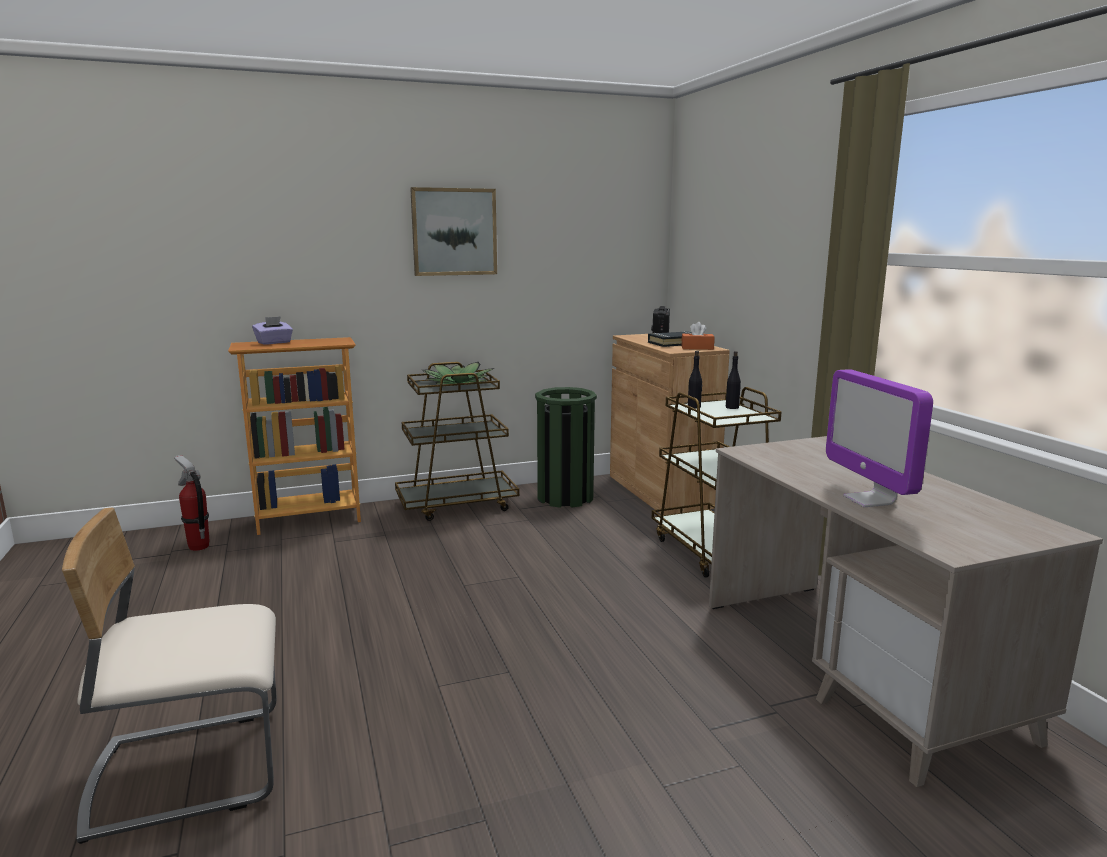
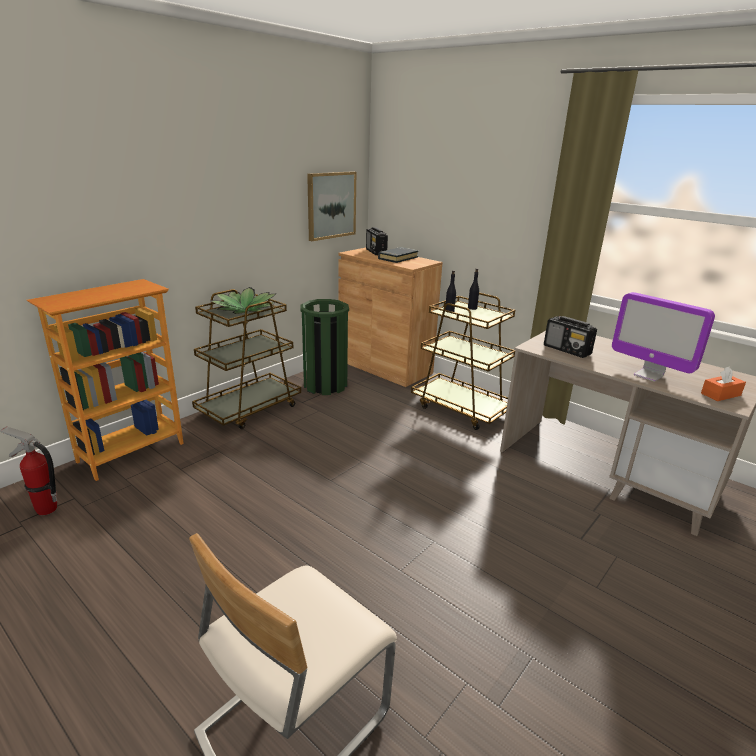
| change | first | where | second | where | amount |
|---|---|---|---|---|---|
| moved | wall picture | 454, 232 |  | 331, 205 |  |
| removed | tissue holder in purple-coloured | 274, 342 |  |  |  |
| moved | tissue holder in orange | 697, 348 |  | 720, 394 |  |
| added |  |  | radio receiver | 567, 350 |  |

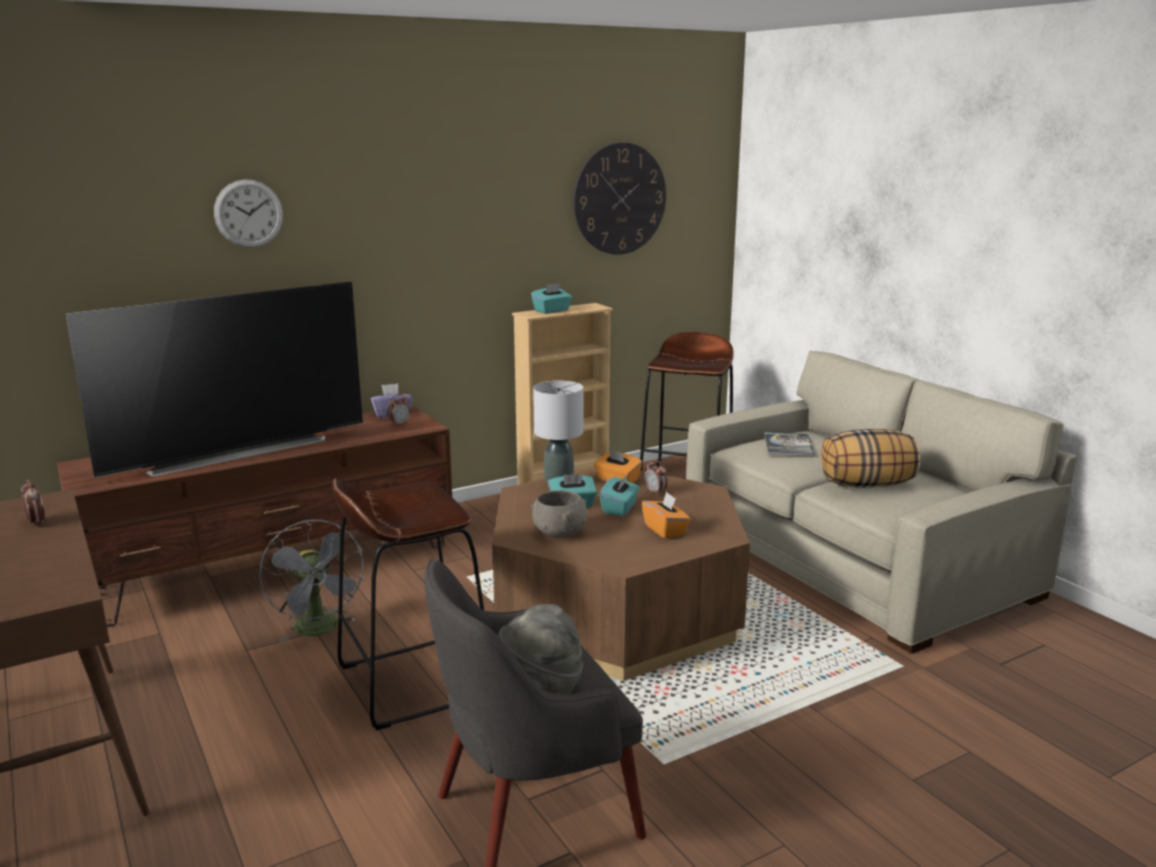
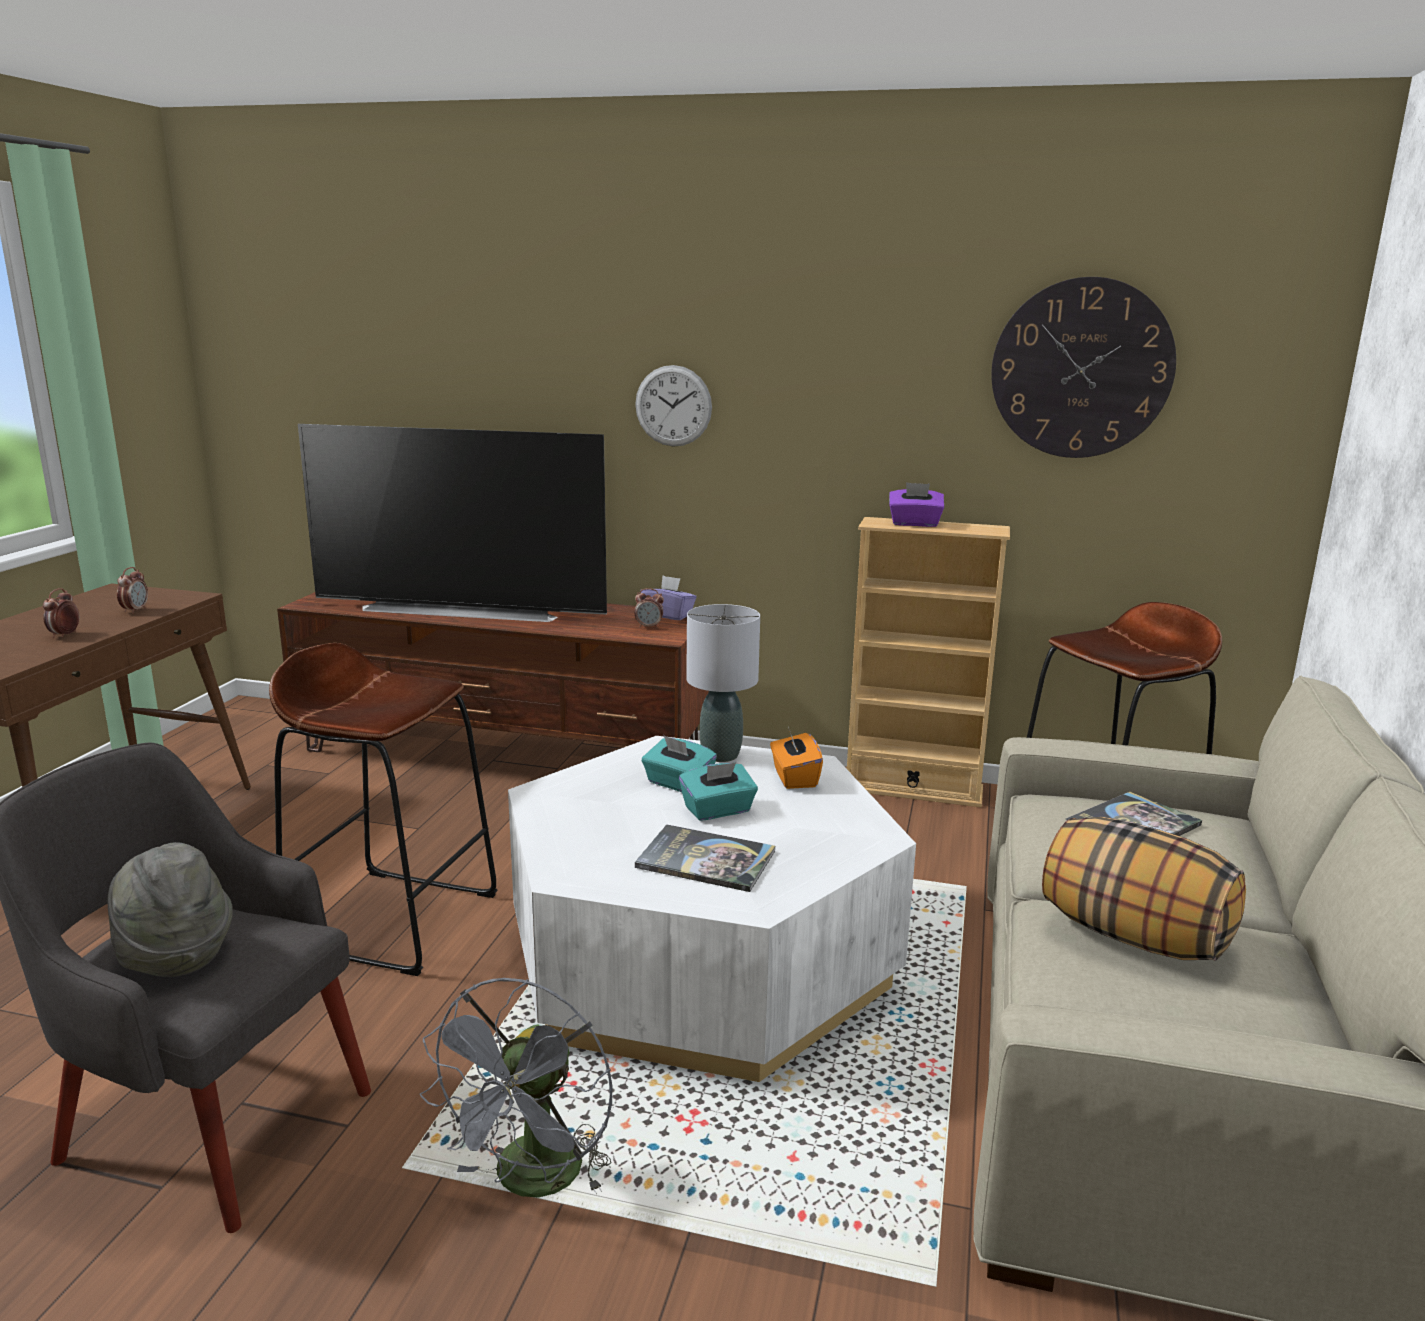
| change | first | where | second | where | amount |
|---|---|---|---|---|---|
| moved | wall clock | 248, 213 |  | 673, 406 |  |
| recoloured | tissue holder in turquoise | 552, 311 | tissue holder in purple-coloured | 914, 524 |  |
| moved | alarm clock | 655, 492 |  | 64, 635 |  |
| recoloured | lounge table in brownish | 616, 610 | lounge table in whitish | 701, 958 |  |
| removed | bowl in grey | 560, 532 |  |  |  |
| replaced | tissue holder in orange | 665, 530 | bound book | 706, 860 |  |
| moved | cooling fan in grey | 320, 630 |  | 533, 1182 |  |

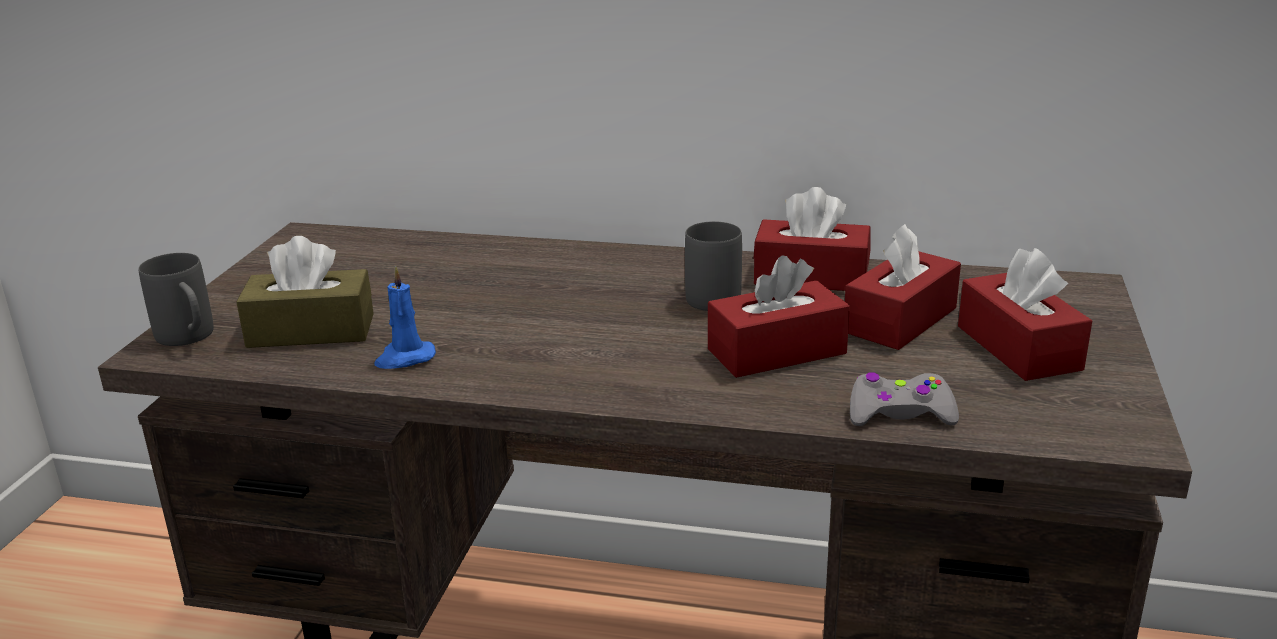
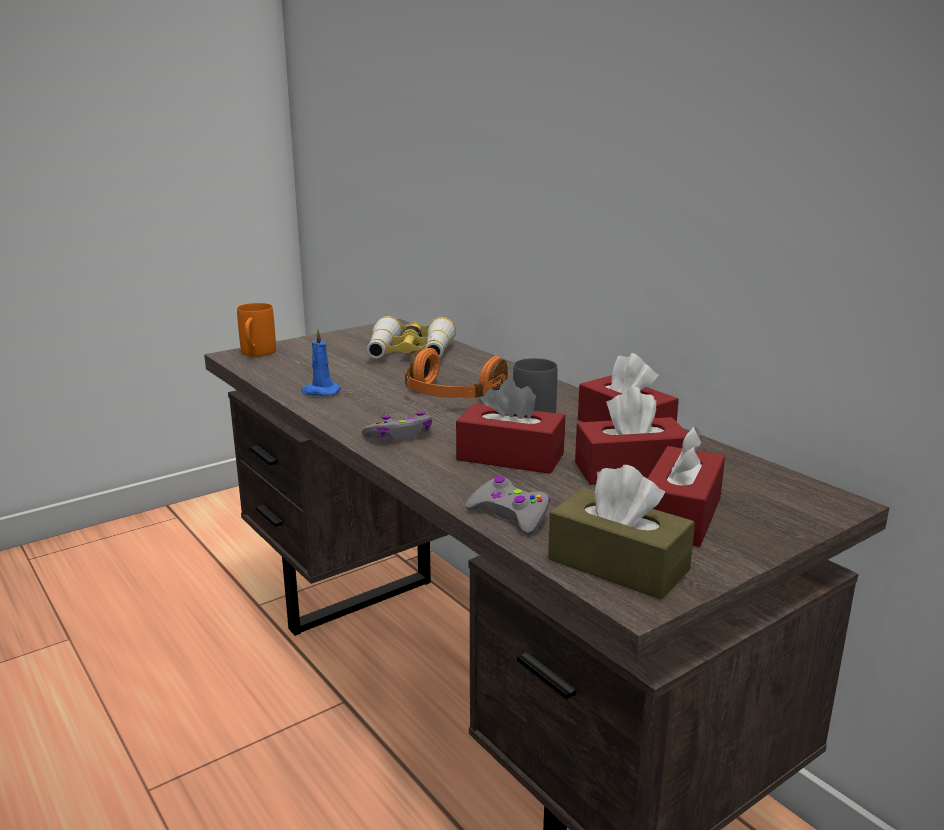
| change | first | where | second | where | amount |
|---|---|---|---|---|---|
| moved | tissue holder in brownish | 311, 331 |  | 618, 565 |  |
| recoloured | tea mug in grey | 189, 338 | tea mug in orange | 256, 354 |  |
| added |  |  | binoculars | 410, 353 |  |
| added |  |  | pair of headphones in orange | 452, 397 |  |
| added |  |  | joypad in grey | 400, 436 |  |

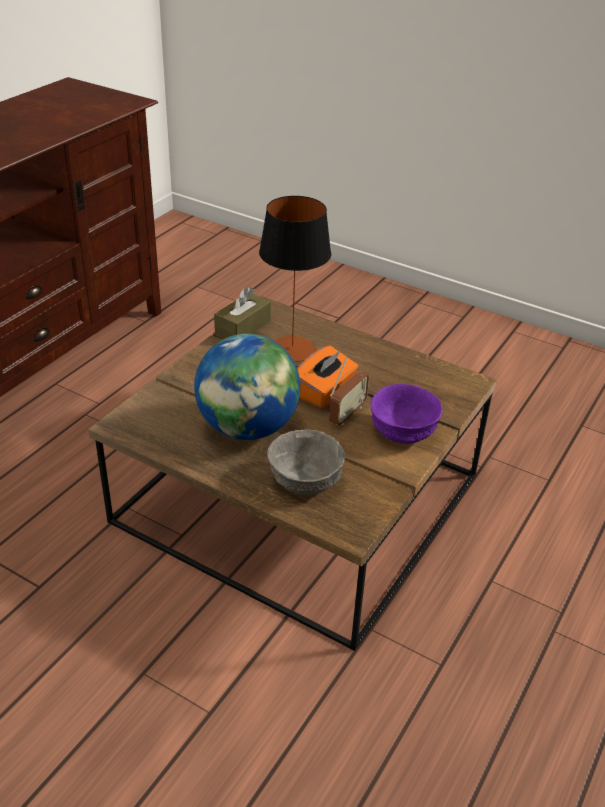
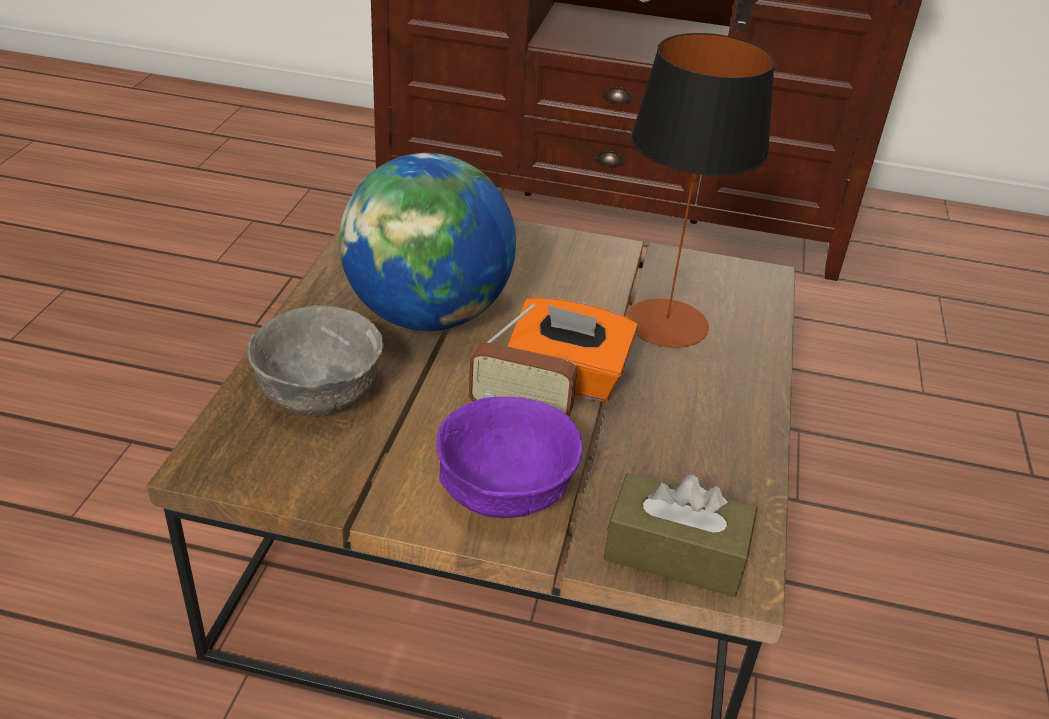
| change | first | where | second | where | amount |
|---|---|---|---|---|---|
| moved | tissue holder in brownish | 243, 327 |  | 675, 553 |  |

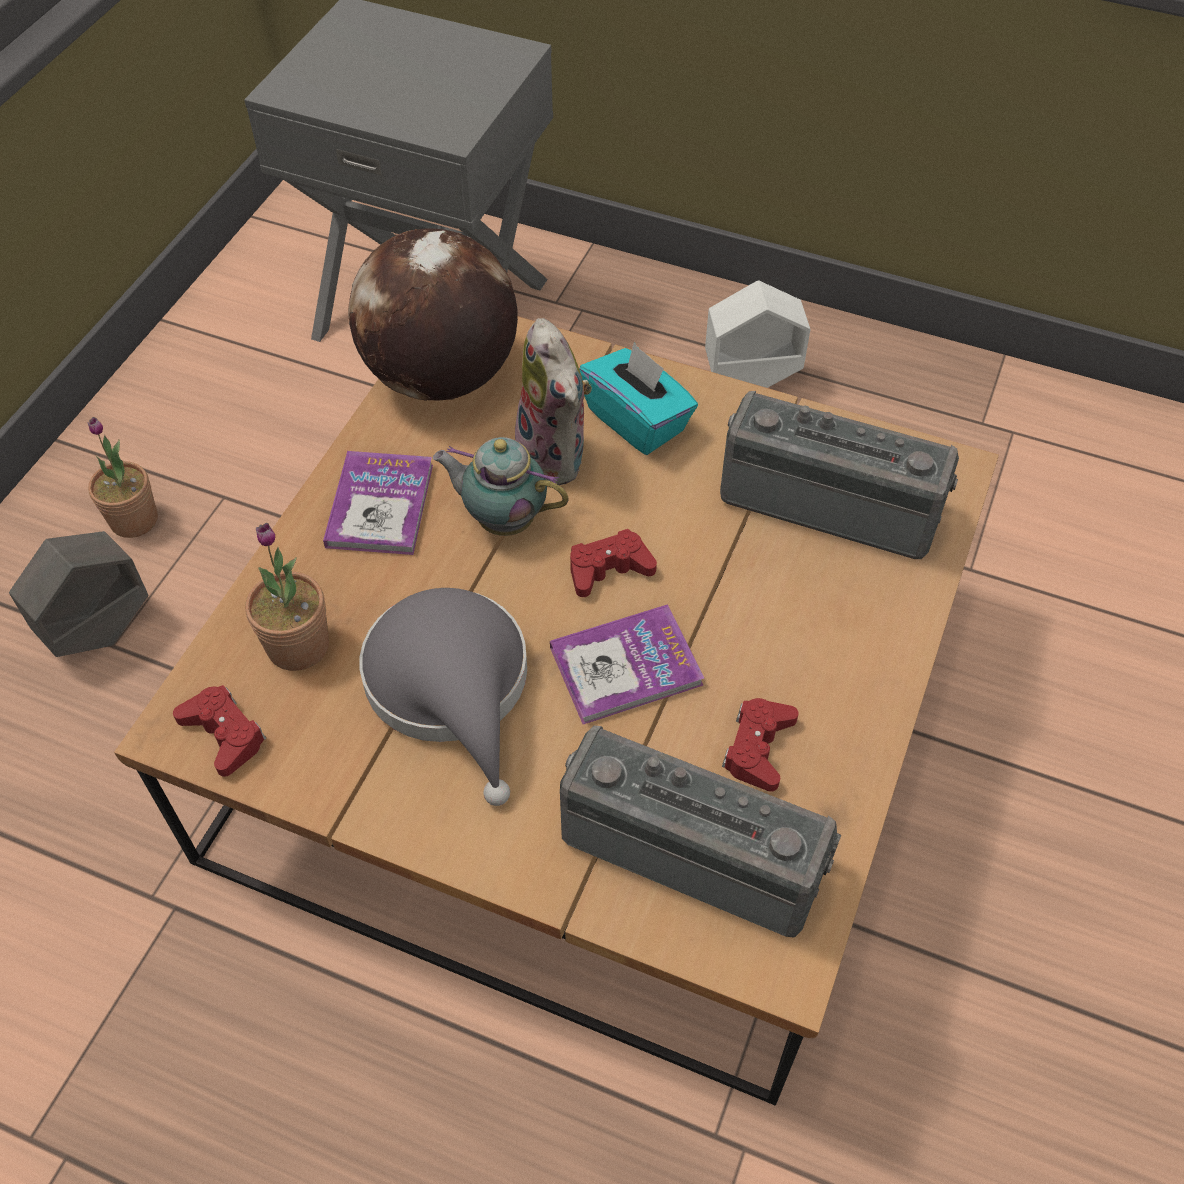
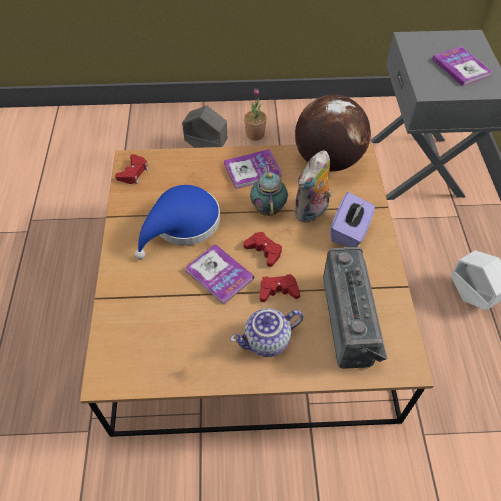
| change | first | where | second | where | amount |
|---|---|---|---|---|---|
| recoloured | tissue holder in turquoise | 637, 420 | tissue holder in purple-coloured | 350, 231 |  |
| removed | potted plant | 298, 645 |  |  |  |
| recoloured | wearable hat in grey | 452, 687 | wearable hat in blue-coloured | 182, 224 |  |
| moved | joypad in red | 758, 748 |  | 278, 291 |  |
| removed | radio receiver | 695, 847 |  |  |  |
| added |  |  | bound book | 461, 67 |  |
| added |  |  | tea pot | 267, 342 |  |

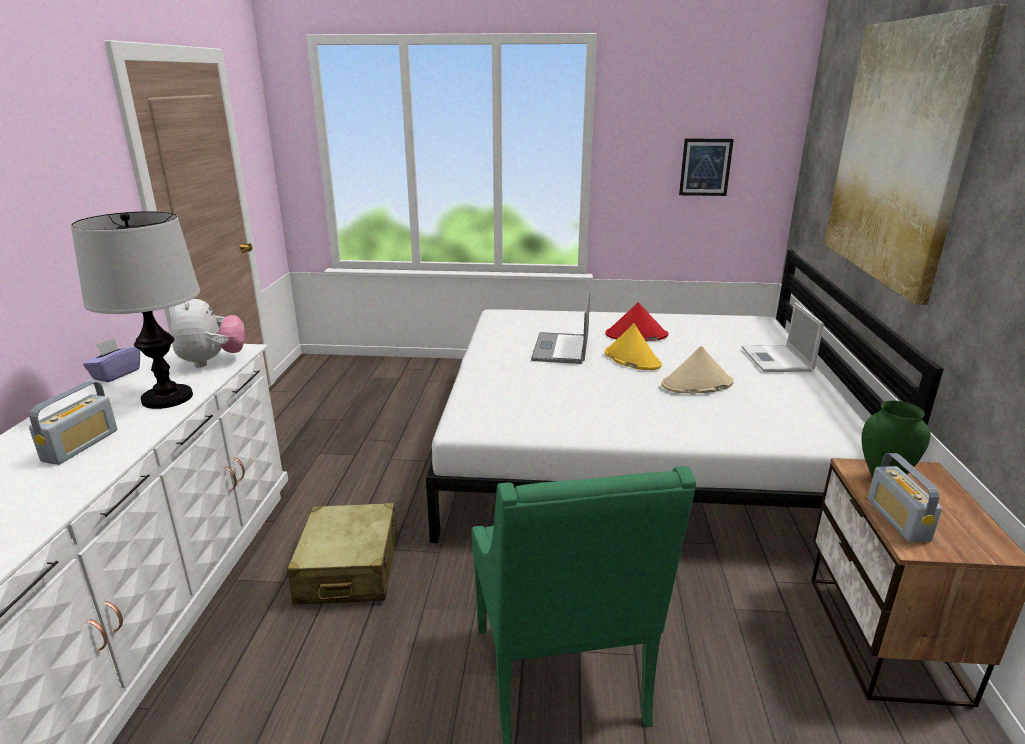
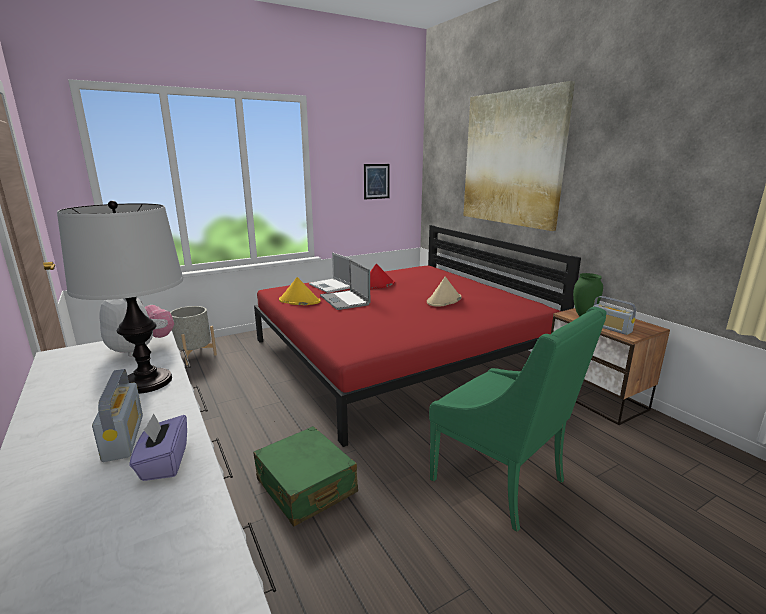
| change | first | where | second | where | amount |
|---|---|---|---|---|---|
| recoloured | bed in whitish | 635, 447 | bed in red | 400, 353 |  |
| moved | laptop | 777, 360 |  | 331, 286 |  |
| moved | wearable hat in yellow | 632, 359 |  | 299, 301 |  |
| moved | tissue holder in purple-coloured | 116, 374 |  | 164, 463 |  |
| recoloured | travel case in beige | 348, 569 | travel case in green-coloured | 306, 486 |  |
| added |  |  | plant pot in grey | 194, 355 |  |

